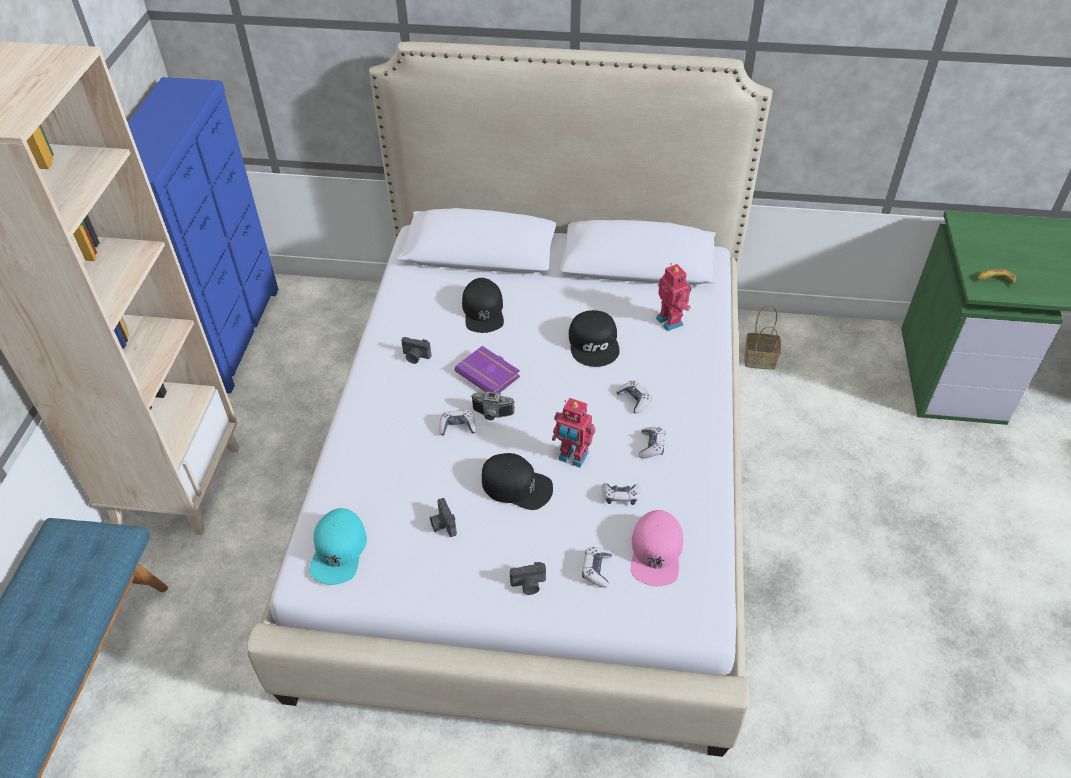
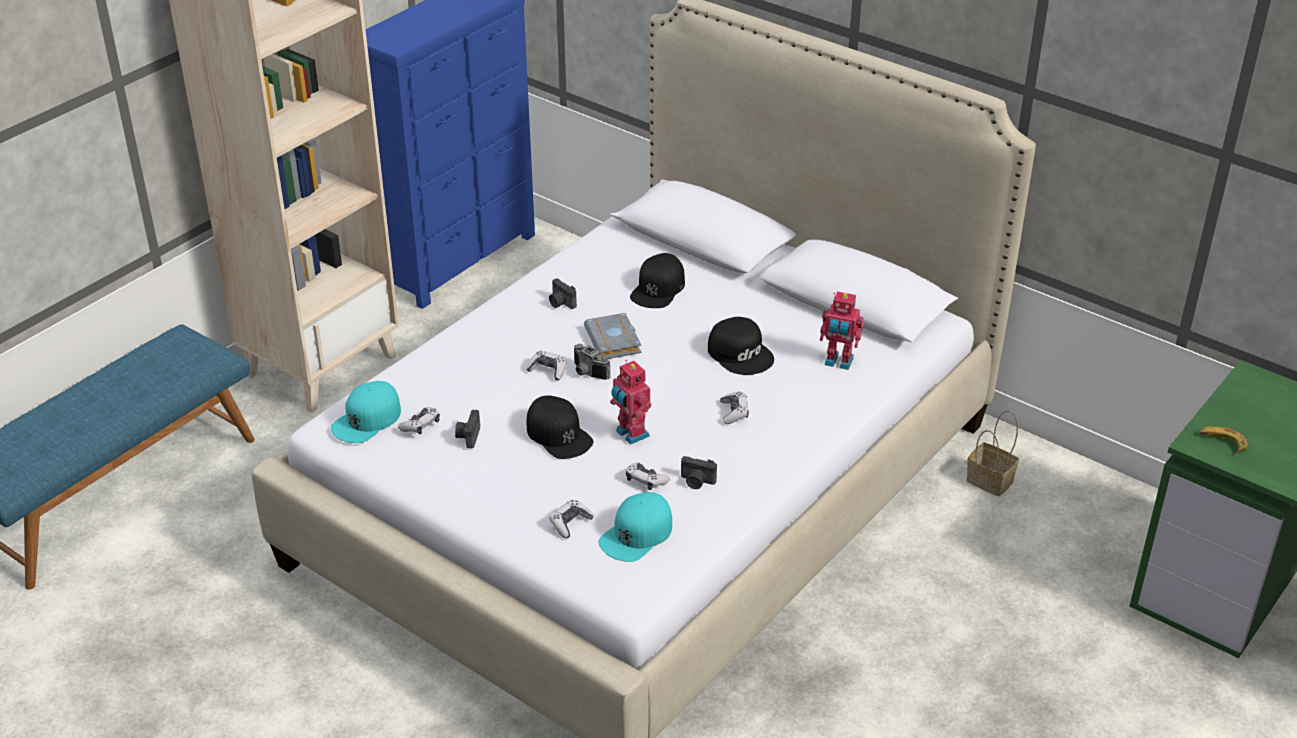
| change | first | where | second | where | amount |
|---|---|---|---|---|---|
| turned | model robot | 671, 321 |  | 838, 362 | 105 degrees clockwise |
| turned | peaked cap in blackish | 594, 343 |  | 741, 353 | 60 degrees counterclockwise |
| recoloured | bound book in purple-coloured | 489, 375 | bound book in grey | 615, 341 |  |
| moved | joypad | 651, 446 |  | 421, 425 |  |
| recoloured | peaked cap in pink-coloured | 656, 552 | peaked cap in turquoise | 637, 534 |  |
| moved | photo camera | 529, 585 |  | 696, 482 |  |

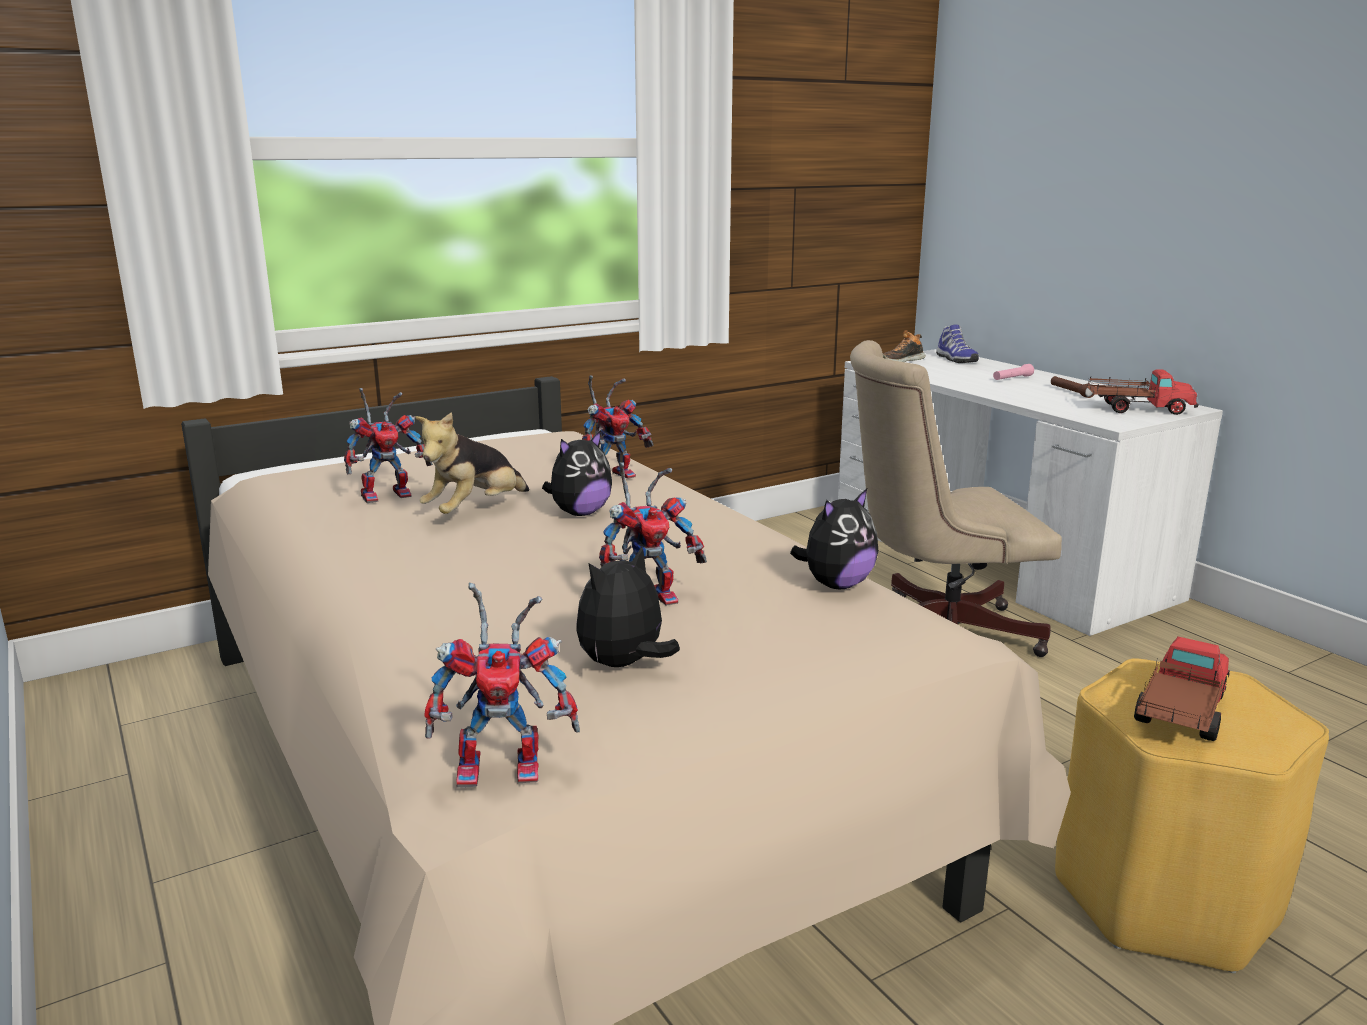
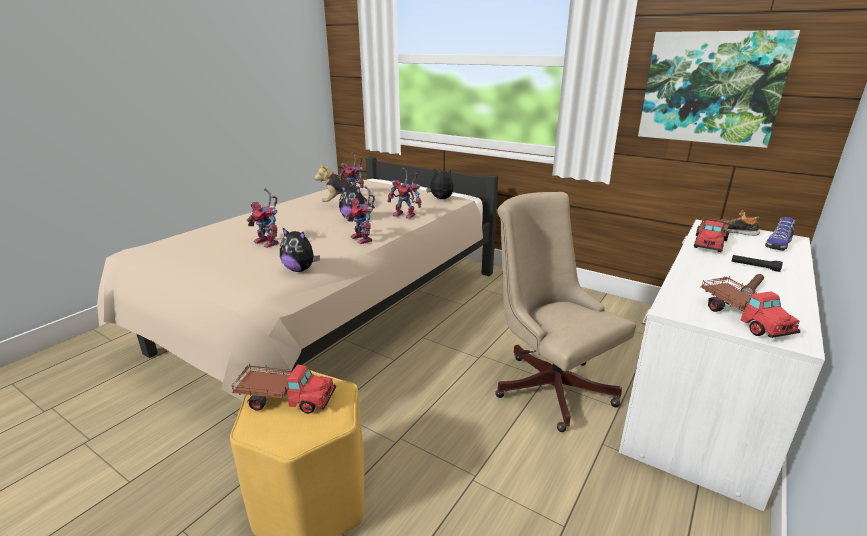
| change | first | where | second | where | amount |
|---|---|---|---|---|---|
| recoloured | torch in pink-coloured | 1012, 378 | torch in blackish | 754, 267 |  |
| moved | plush toy | 624, 665 |  | 441, 199 |  |
| moved | model robot | 507, 766 |  | 364, 240 |  |
| added |  |  | wall picture | 711, 88 |  |
| added |  |  | toy truck | 710, 243 |  |

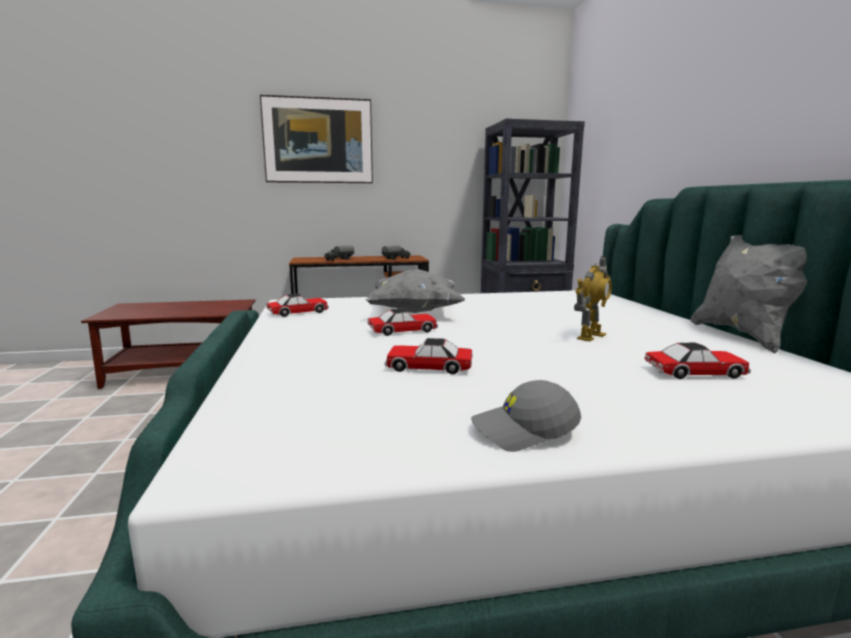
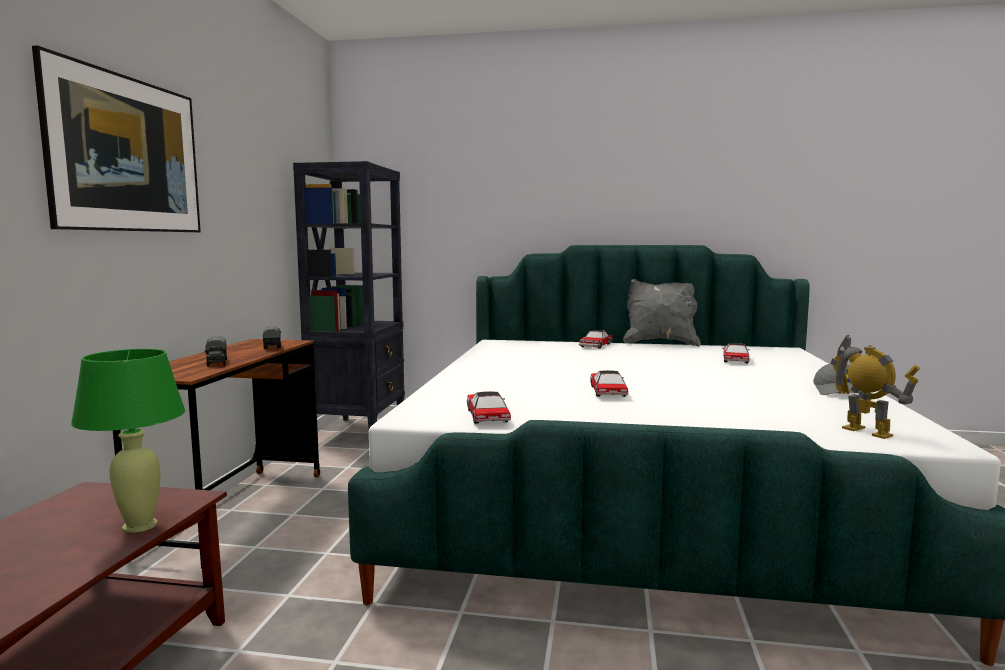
| change | first | where | second | where | amount |
|---|---|---|---|---|---|
| moved | model robot | 590, 336 |  | 867, 432 |  |
| removed | throw pillow in grey | 415, 312 |  |  |  |
| moved | model car | 429, 367 |  | 595, 345 |  |
| added |  |  | tabletop lamp in green-coloured | 139, 526 |  |

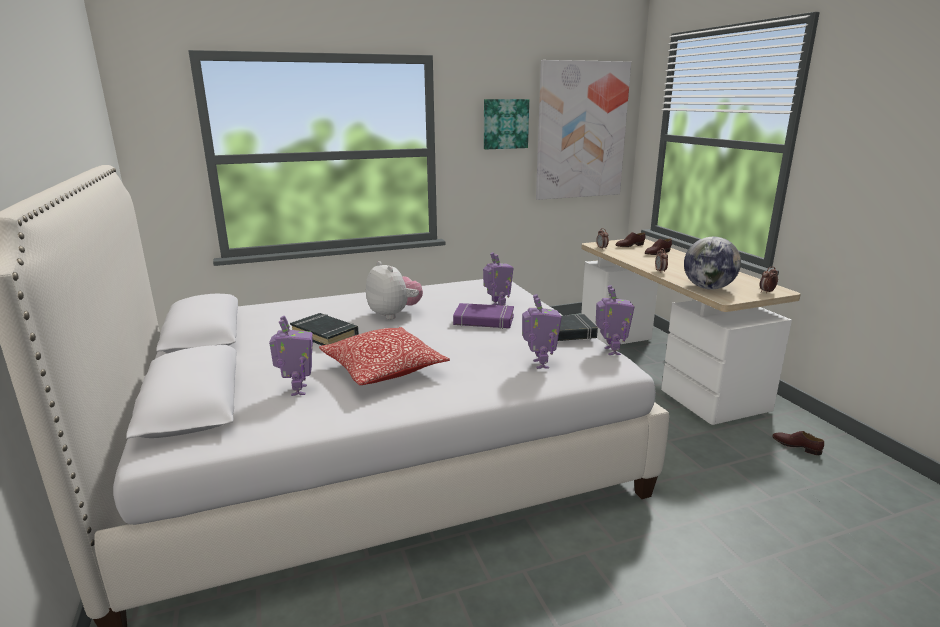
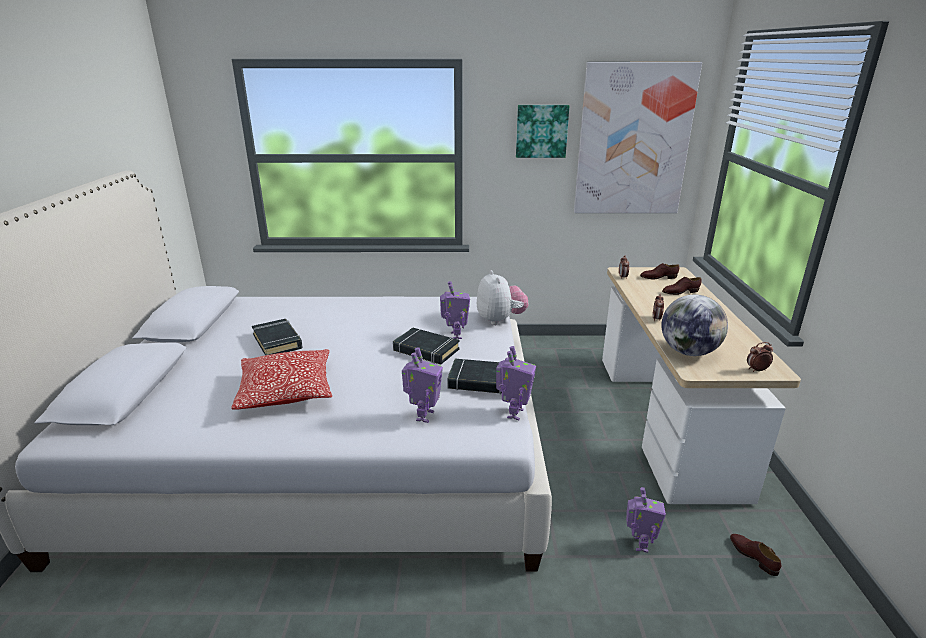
| change | first | where | second | where | amount |
|---|---|---|---|---|---|
| moved | plush toy | 394, 314 |  | 500, 320 |  |
| recoloured | bound book in purple-coloured | 483, 320 | bound book in blackish | 425, 350 |  |
| moved | model robot | 297, 390 |  | 639, 544 |  |

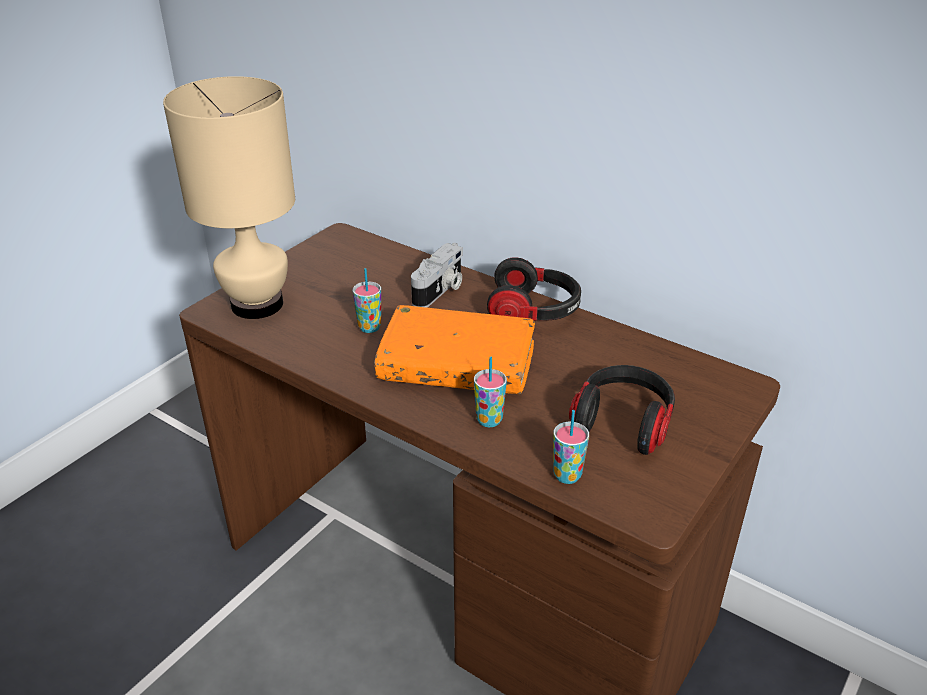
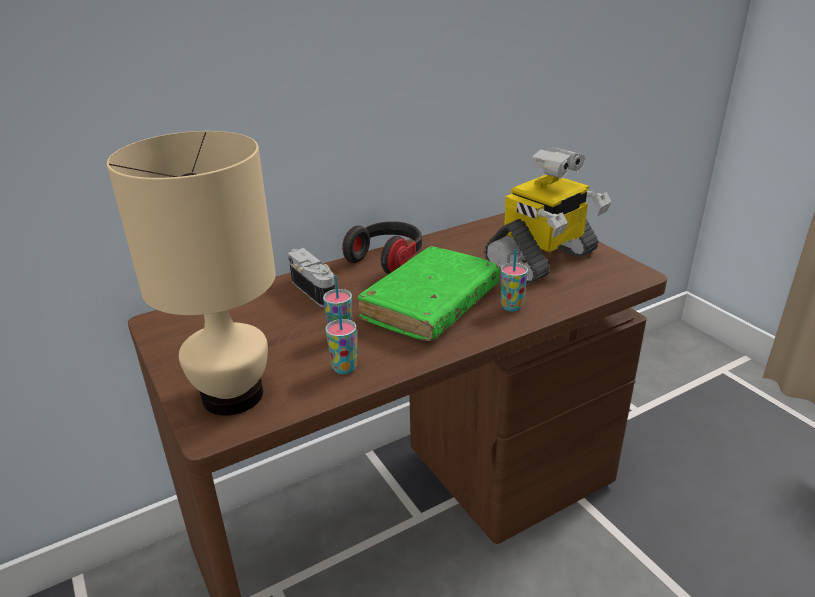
| change | first | where | second | where | amount |
|---|---|---|---|---|---|
| recoloured | bound book in orange | 457, 364 | bound book in green-coloured | 431, 305 |  |
| replaced | pair of headphones | 623, 423 | model robot | 542, 260 |  |
| moved | small cup | 567, 475 |  | 344, 368 |  |

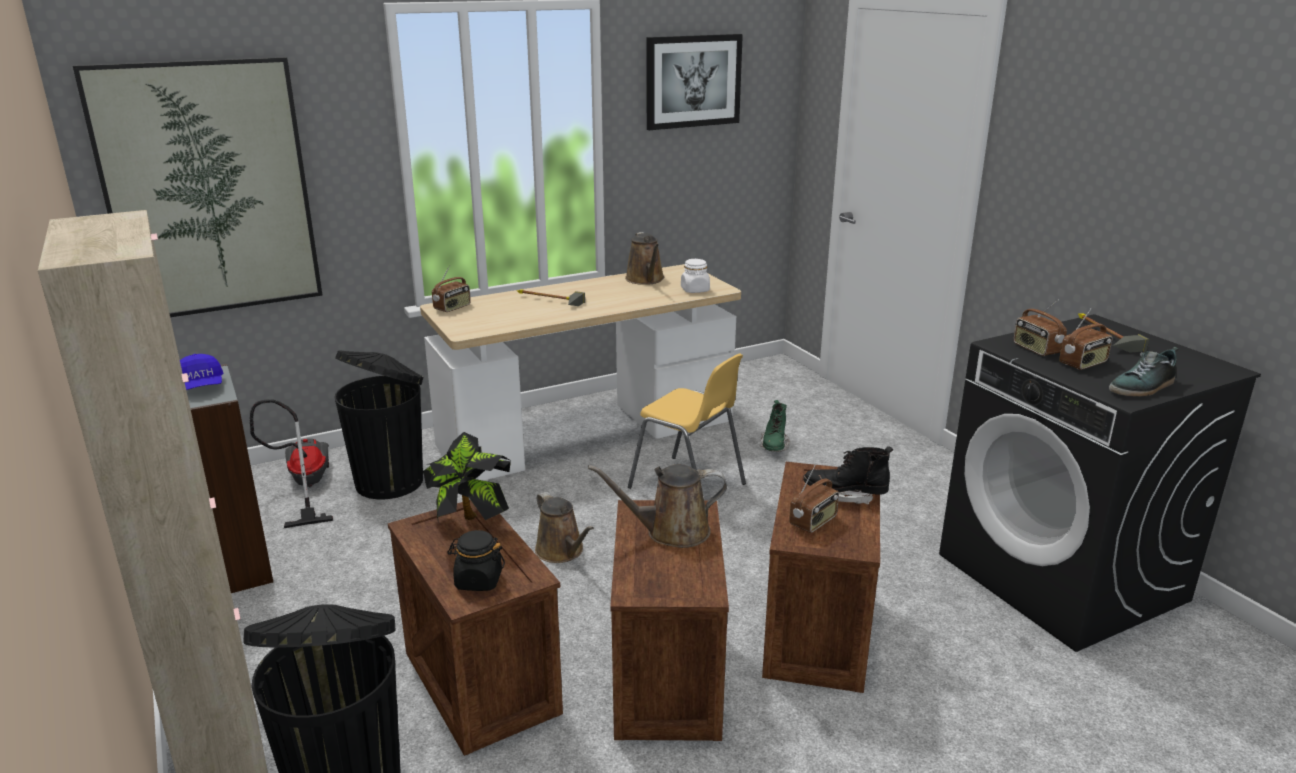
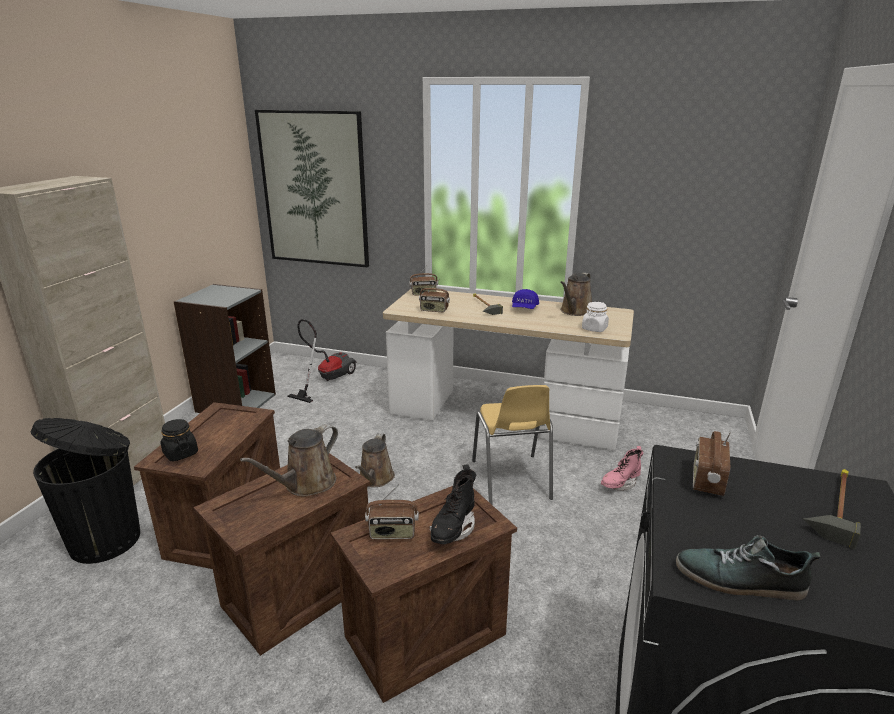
| change | first | where | second | where | amount |
|---|---|---|---|---|---|
| removed | wall picture | 693, 81 |  |  |  |
| moved | radio receiver | 1083, 364 |  | 434, 310 |  |
| removed | trash can in blackish | 391, 481 |  |  |  |
| moved | peaked cap in blue-coloured | 201, 386 |  | 524, 308 |  |
| recoloured | high-top boot in green-coloured | 774, 446 | high-top boot in pink-coloured | 620, 484 |  |
| removed | potted plant | 469, 524 |  |  |  |
| turned | high-top boot in blackish | 845, 495 |  | 453, 529 | 120 degrees counterclockwise |
| turned | sprinkling can in brownish | 671, 532 |  | 306, 484 | 90 degrees counterclockwise |

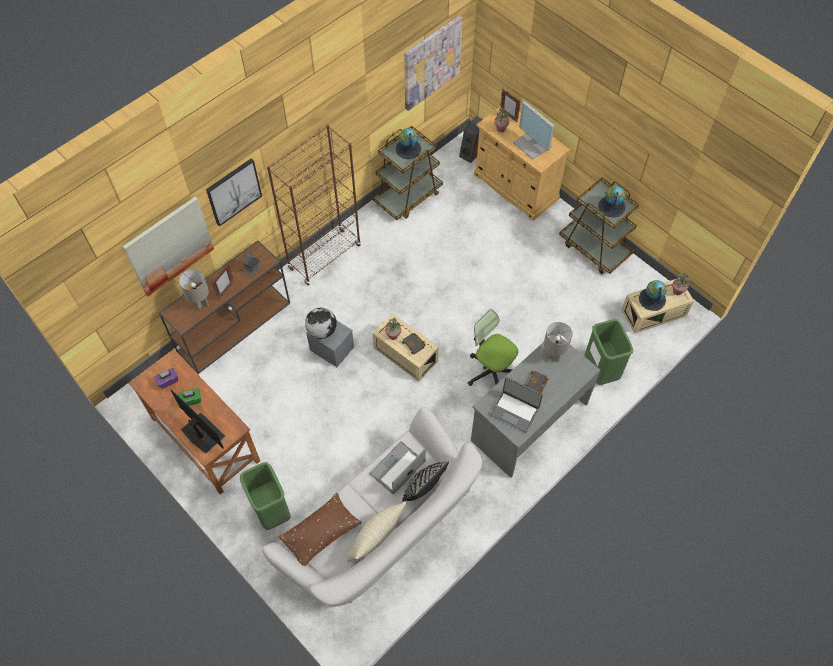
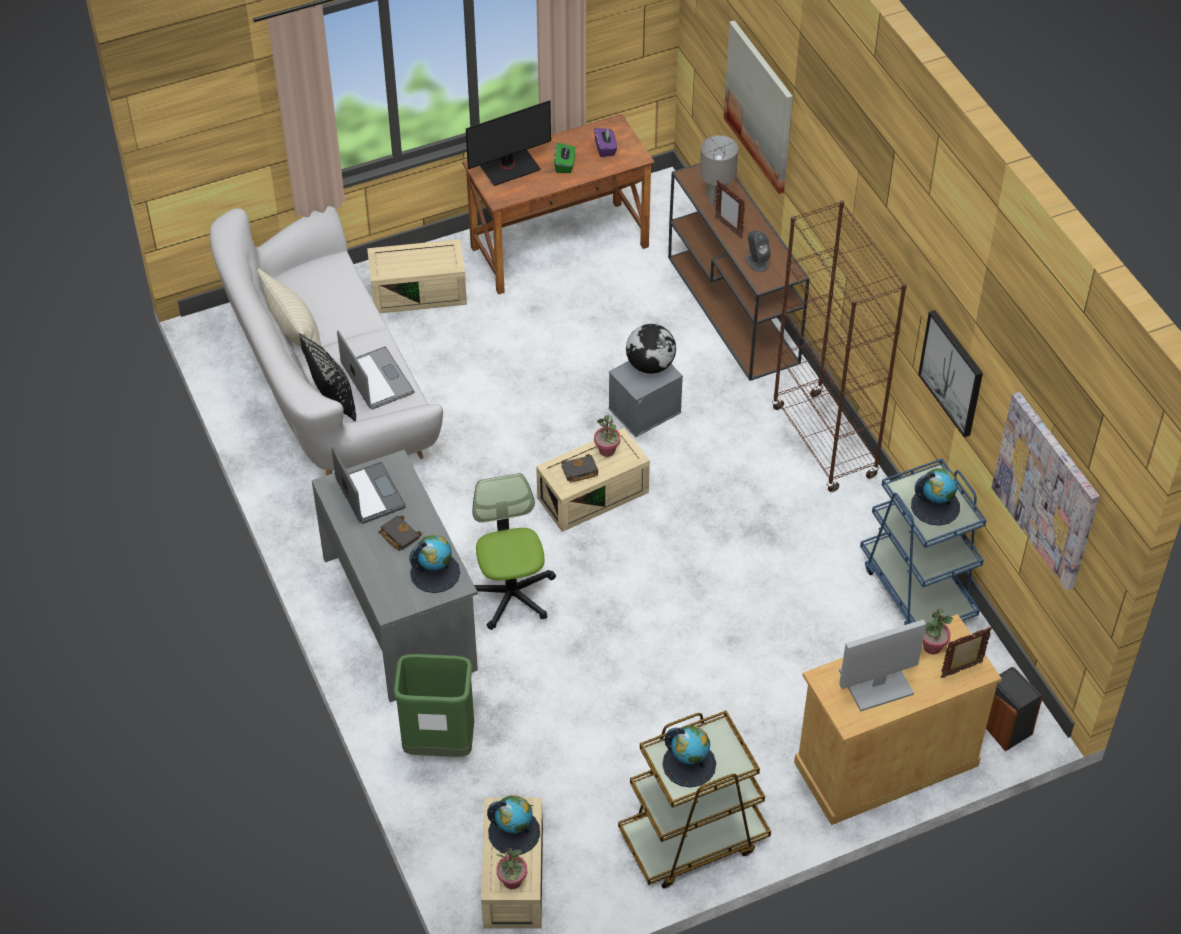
| change | first | where | second | where | amount |
|---|---|---|---|---|---|
| recoloured | trolley in brownish | 408, 197 | trolley in blue-coloured | 917, 589 |  |
| moved | wall picture | 233, 191 |  | 952, 372 |  |
| turned | office chair | 491, 371 |  | 511, 594 | 75 degrees counterclockwise |
| replaced | tabletop lamp in grey | 552, 356 | desk globe | 435, 572 |  |
| turned | laptop | 514, 411 |  | 369, 494 | 105 degrees clockwise |
| replaced | trash can in green-coloured | 272, 511 | storage box in beige | 419, 291 |  |
| removed | throw pillow in brownish | 321, 533 |  |  |  |

